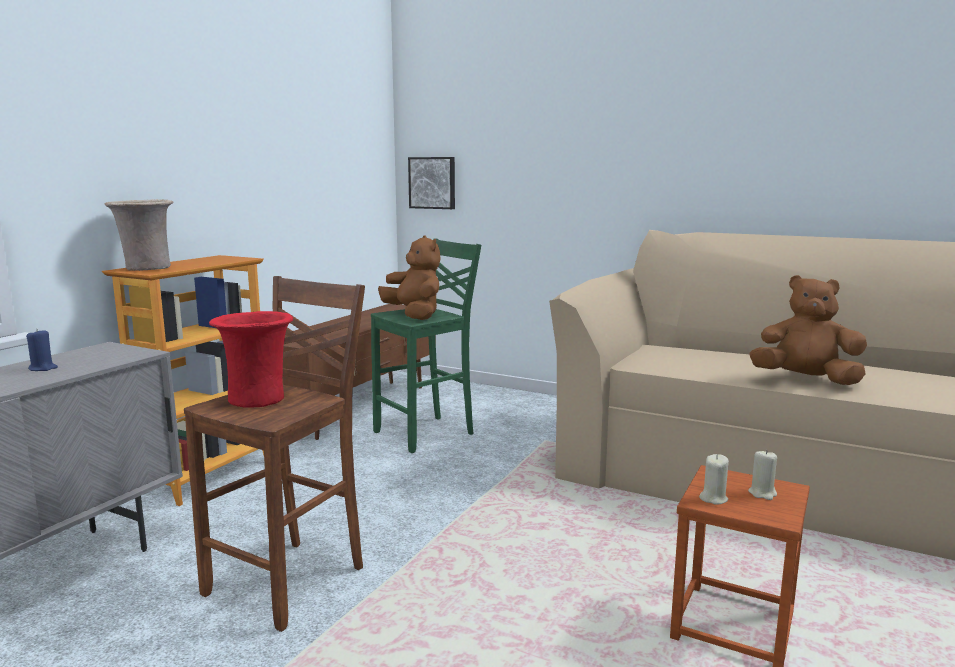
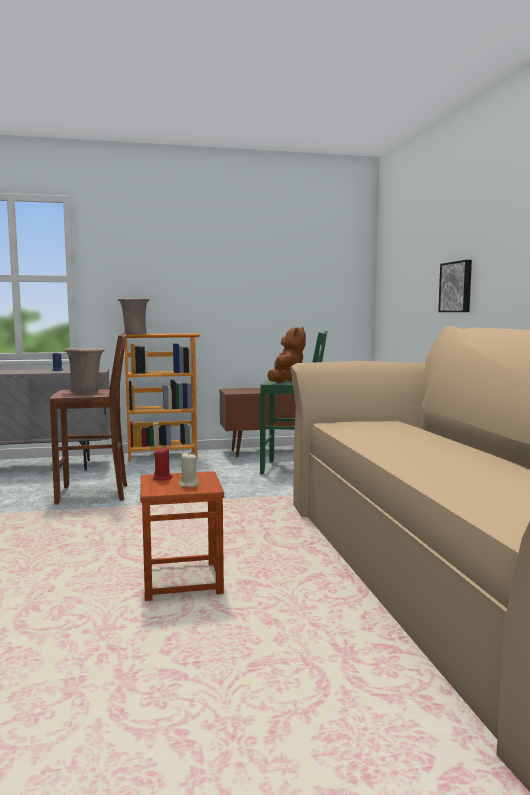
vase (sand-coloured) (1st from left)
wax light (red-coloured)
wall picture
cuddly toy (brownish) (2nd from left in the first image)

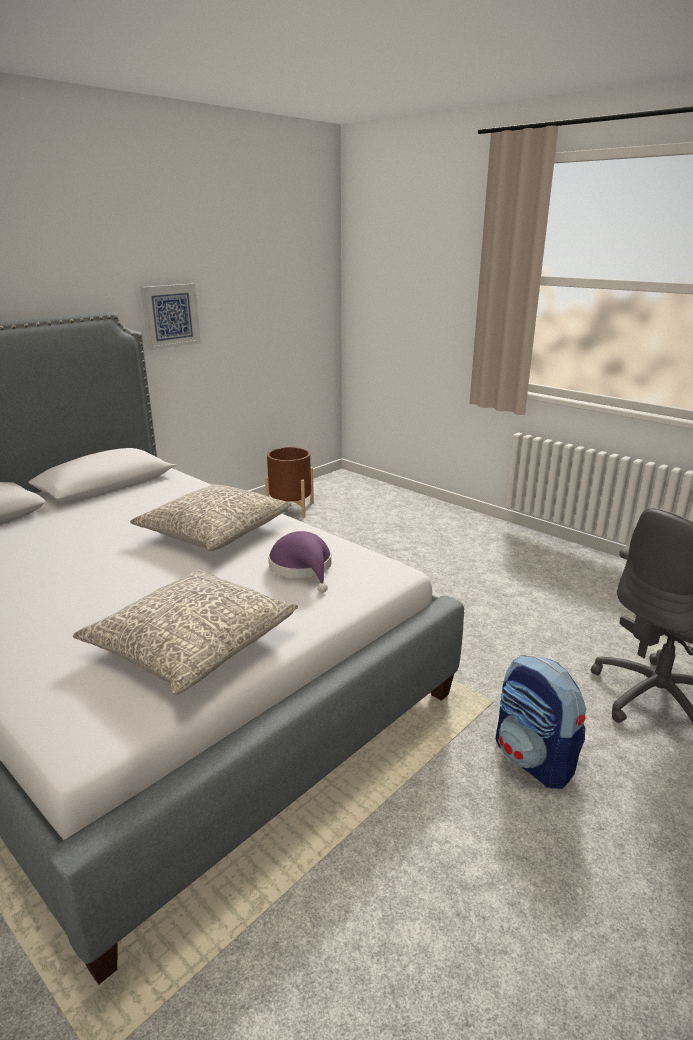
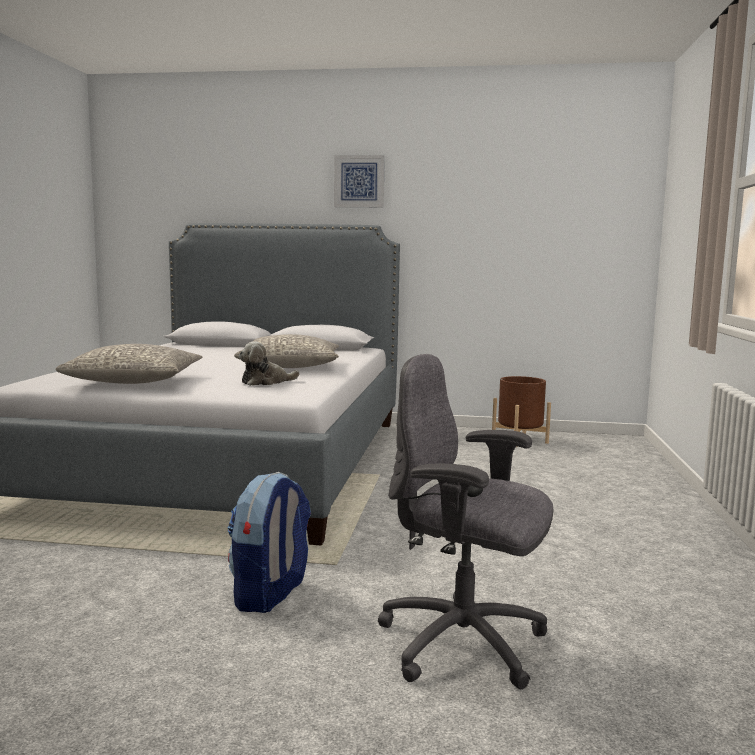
cuddly toy
wall picture

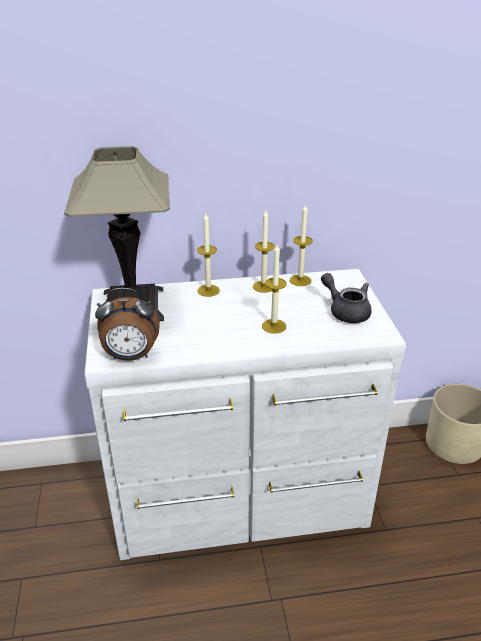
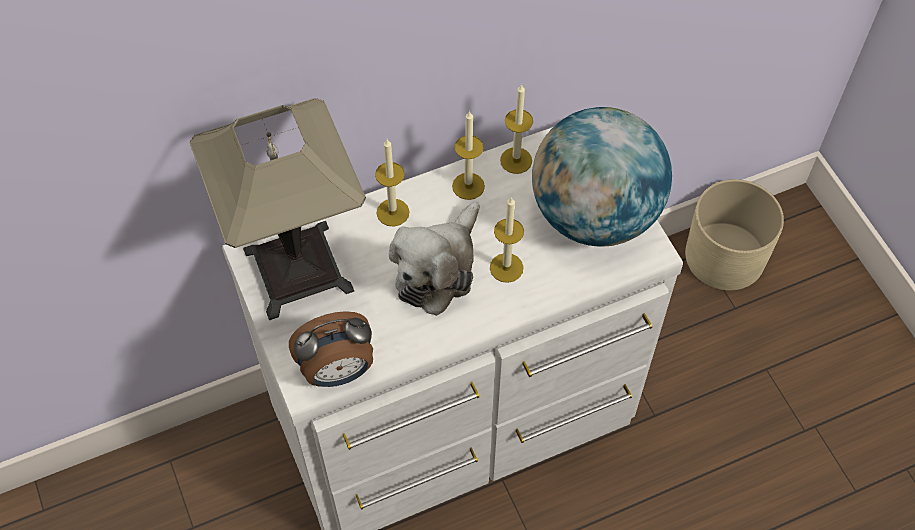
cuddly toy
desk globe

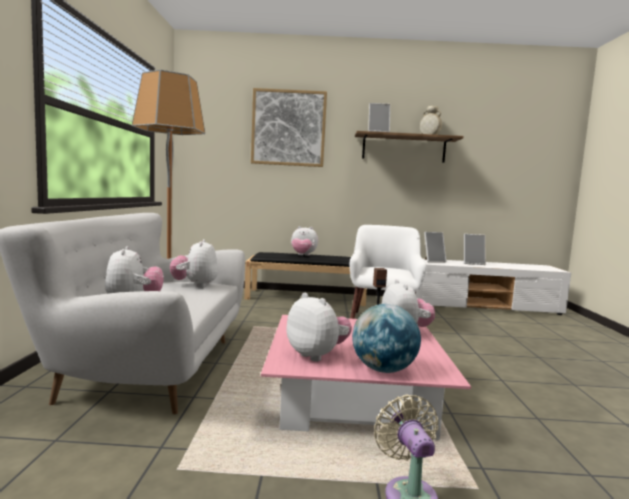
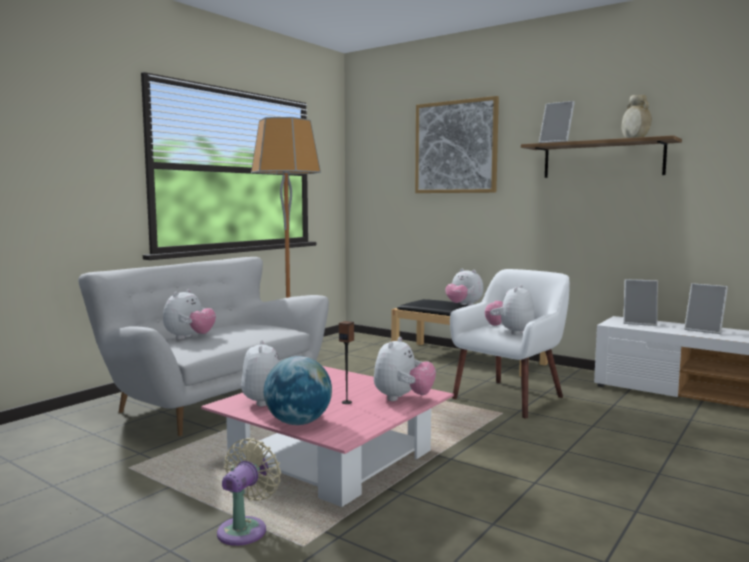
cuddly toy (5th from left)

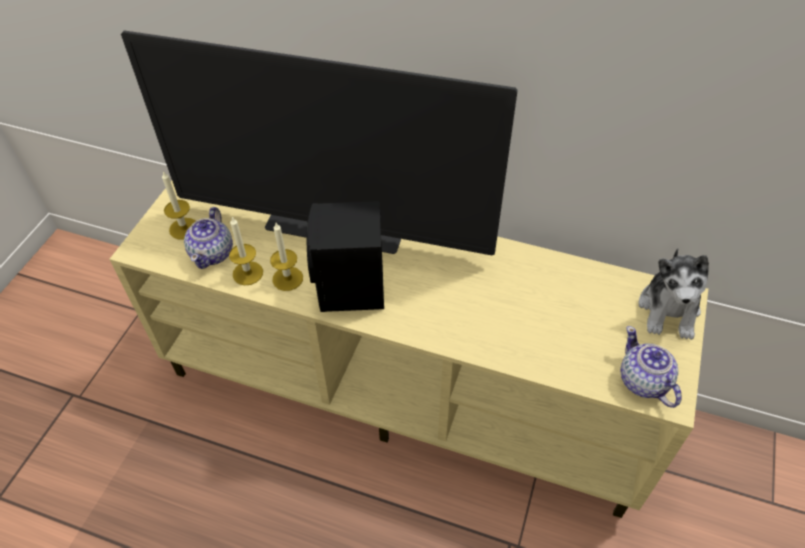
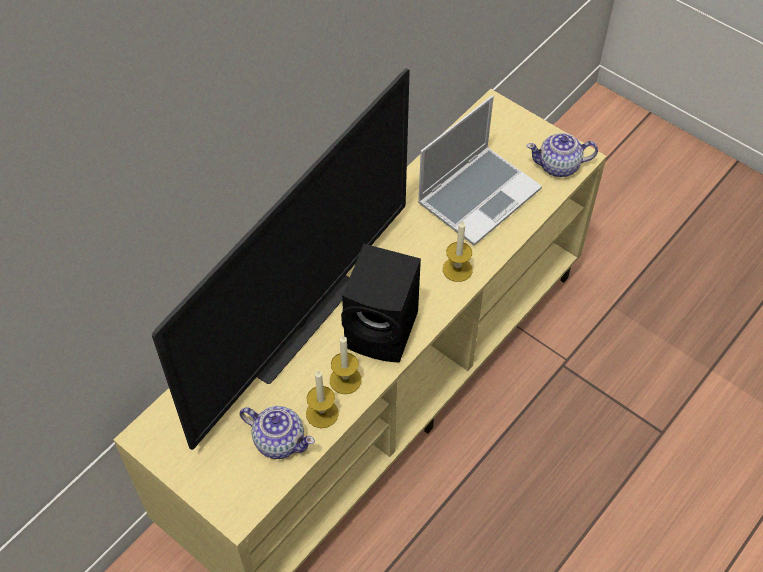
notebook computer
wax light (3rd from left)
cuddly toy

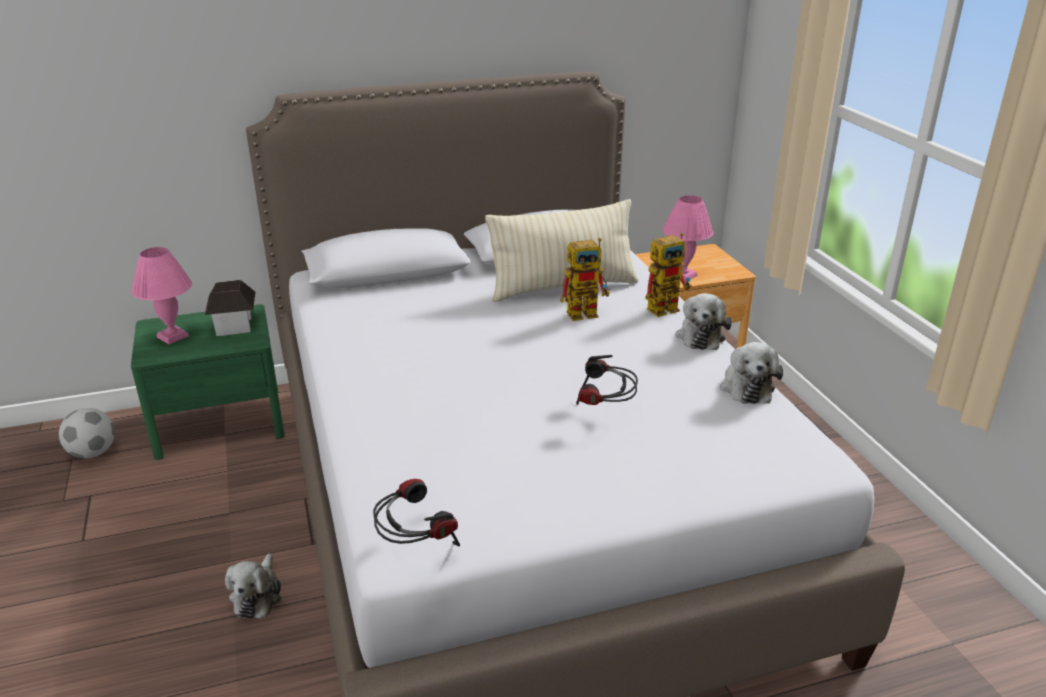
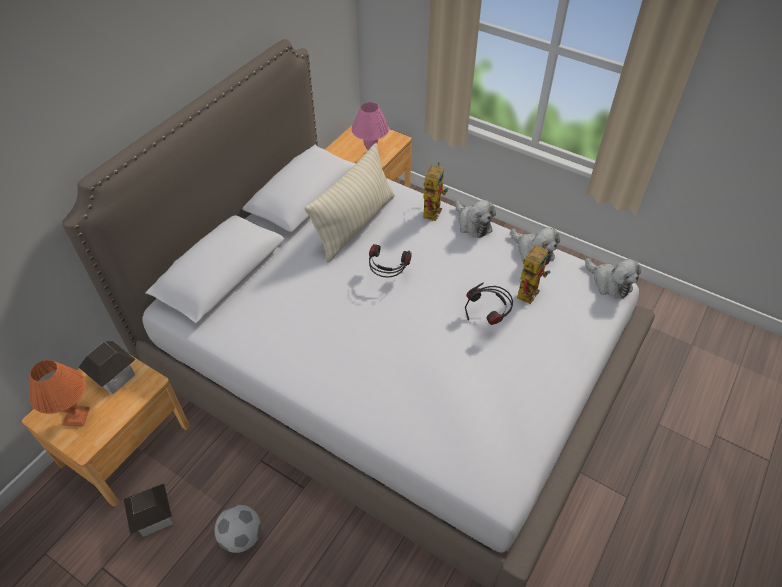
night table (brownish) (1st from left)
tabletop lamp (orange)
toy house (2nd from left)
ball for football
headphones (1st from left)
toy robot (2nd from left)
cuddly toy (3rd from left)

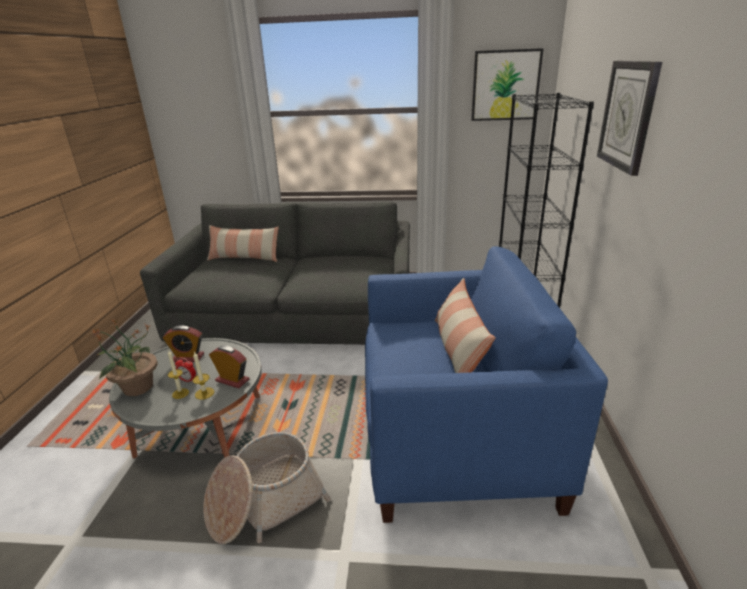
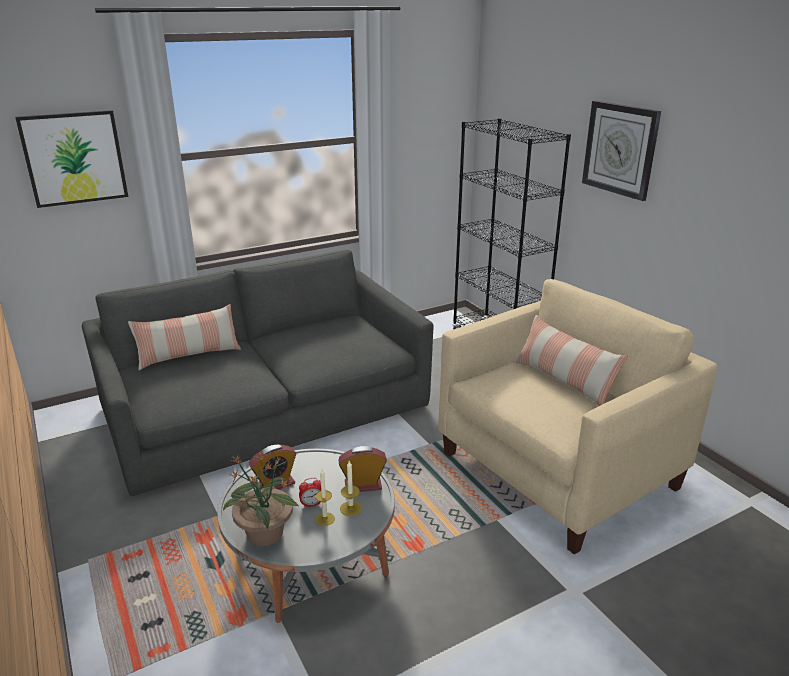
wall picture
lounge chair (sand-coloured)
household basket

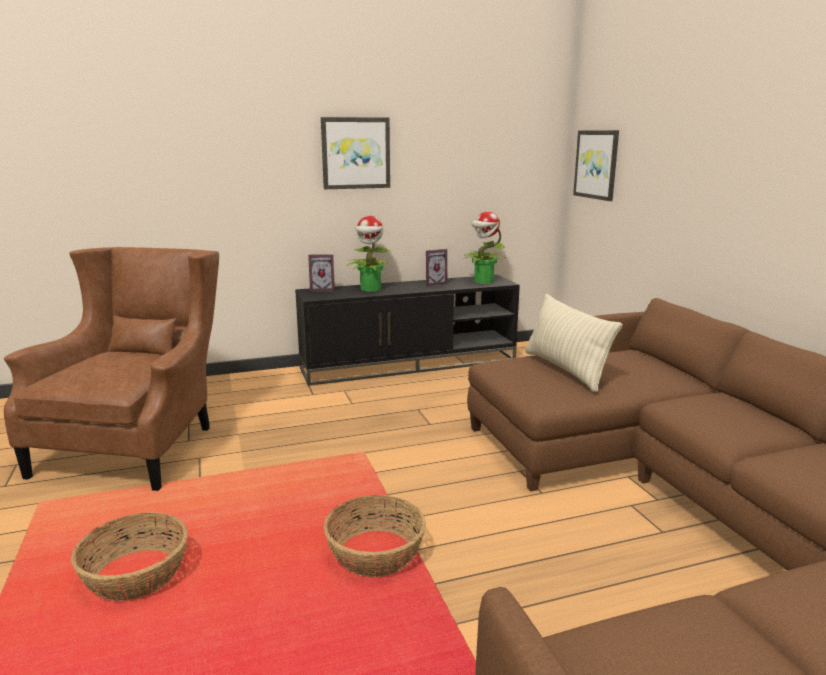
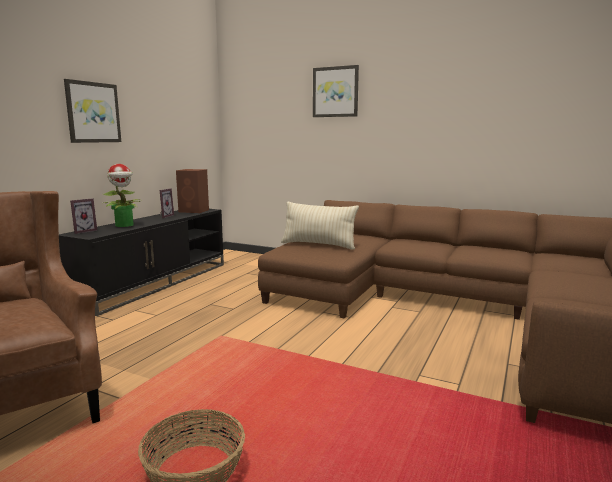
audio speaker (brownish)
wall picture (2nd from left)
household basket (2nd from left in the first image)

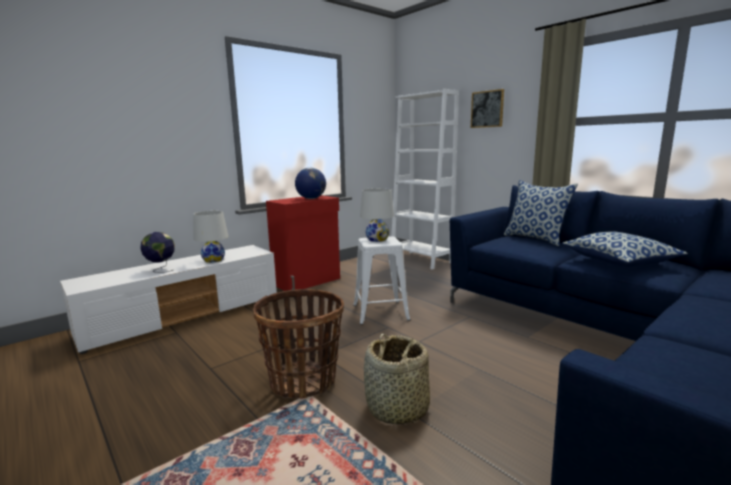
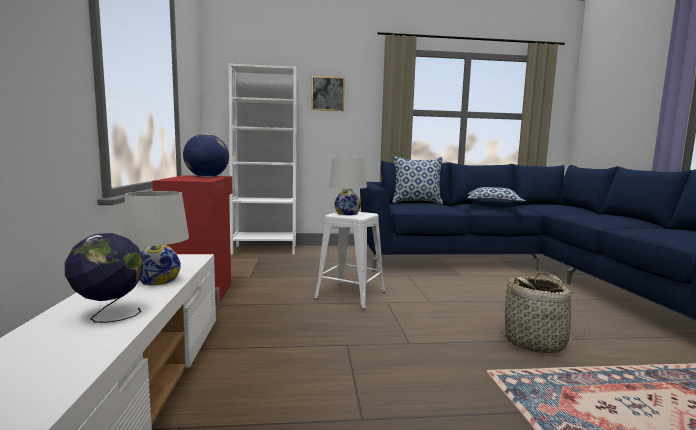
household basket (1st from left in the first image)

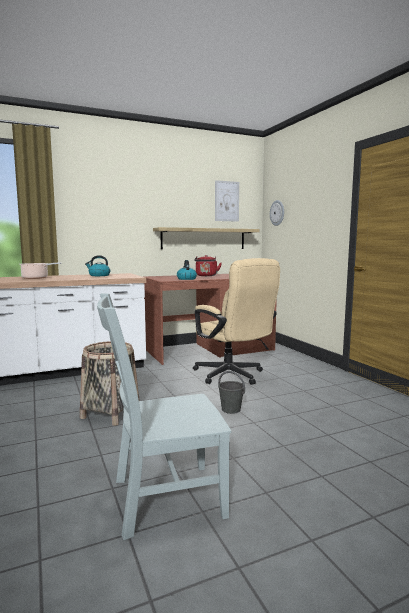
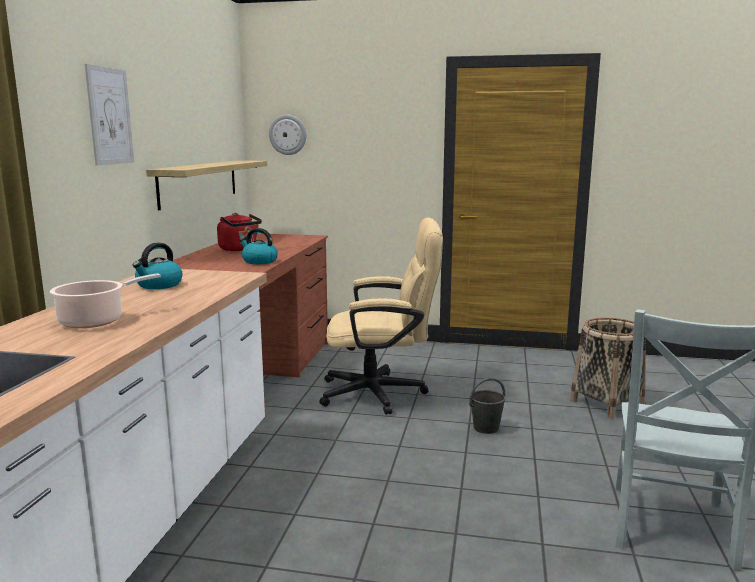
wall picture
household basket

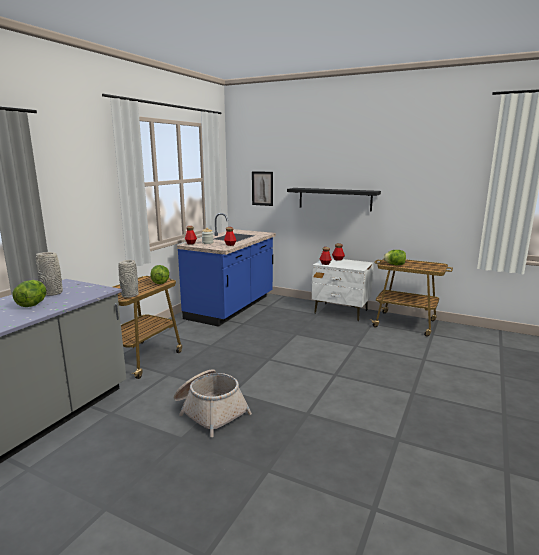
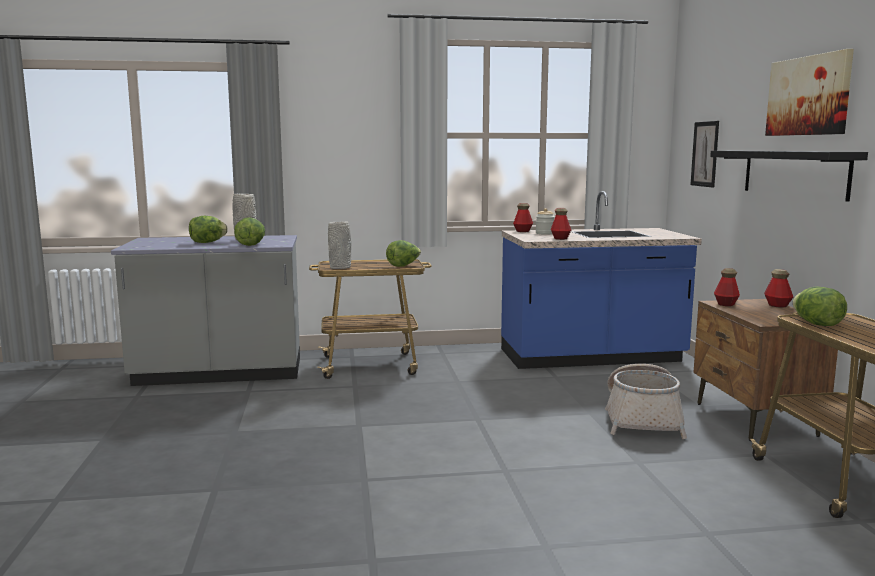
lettuce head (2nd from left)
household basket
night table (brownish)
wall picture (2nd from left)

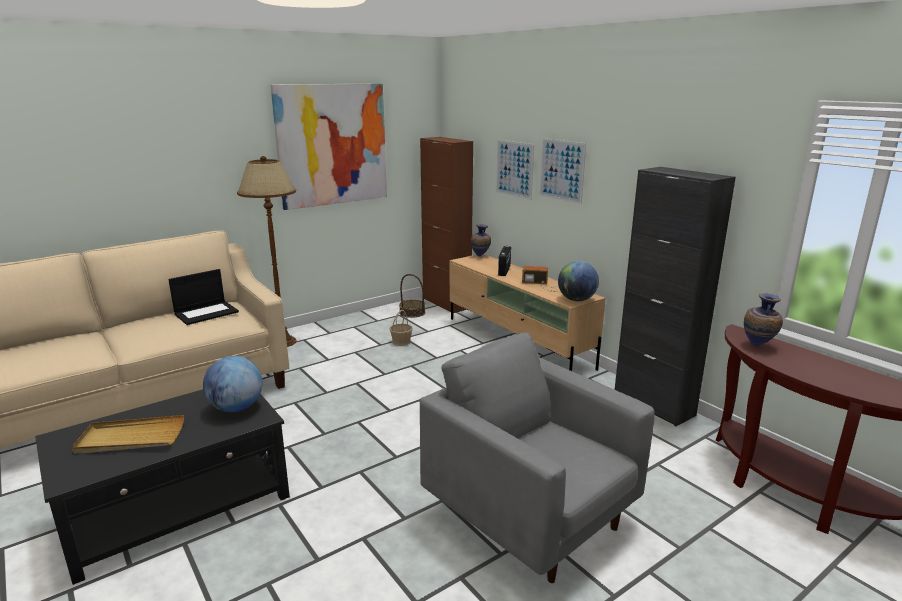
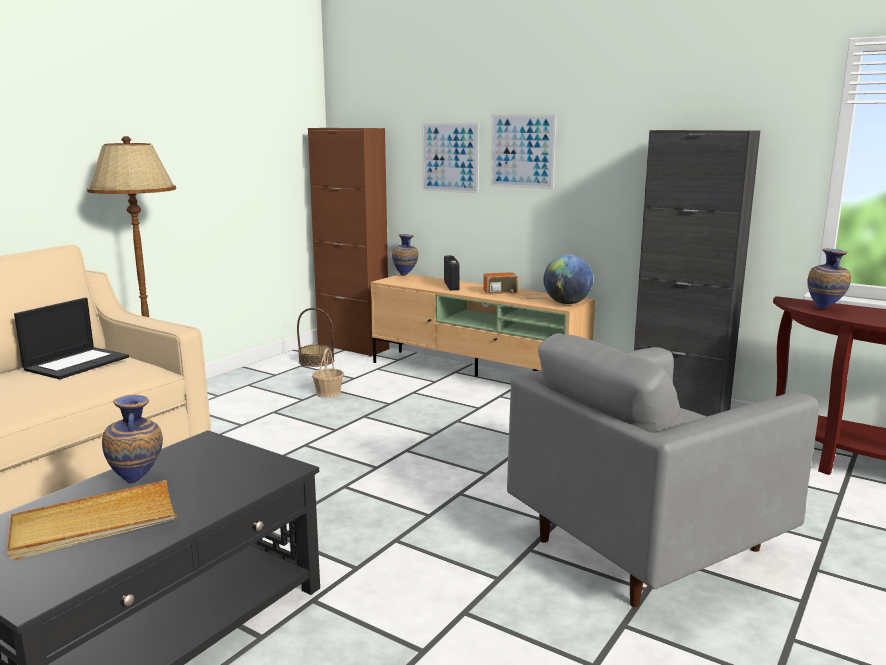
vase (1st from left)
lounge chair (grey)
desk globe (1st from left in the first image)
wall picture (1st from left in the first image)

